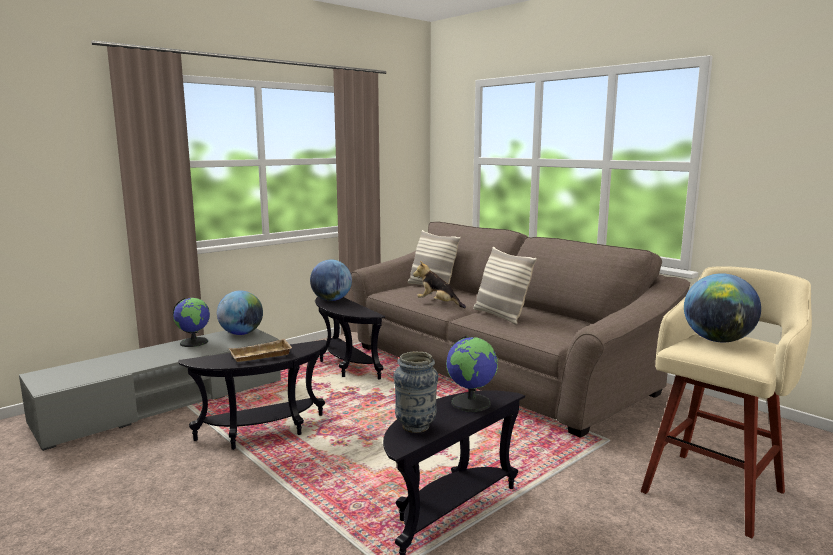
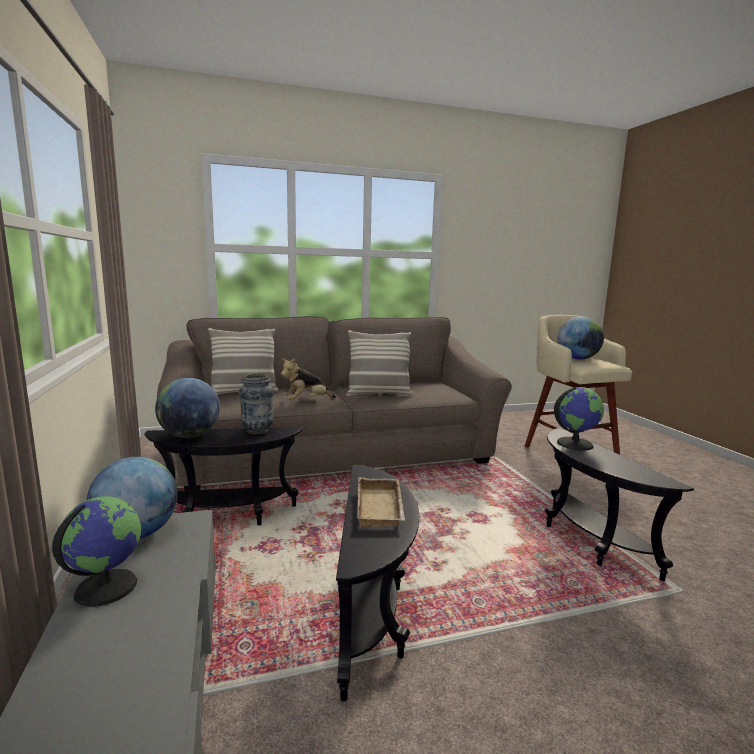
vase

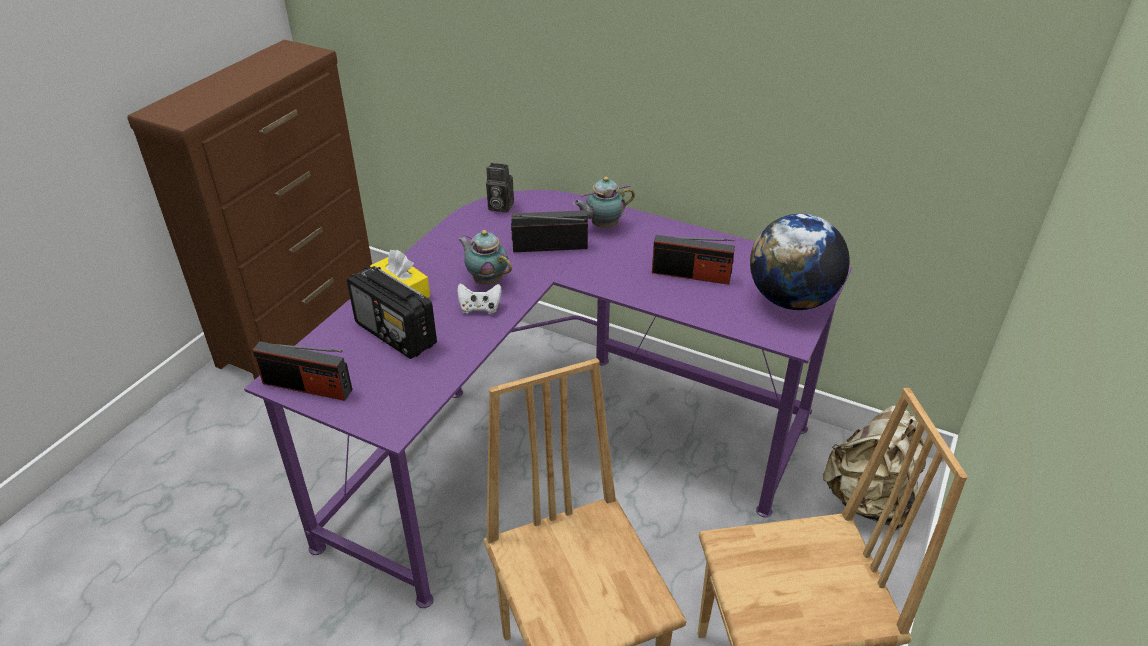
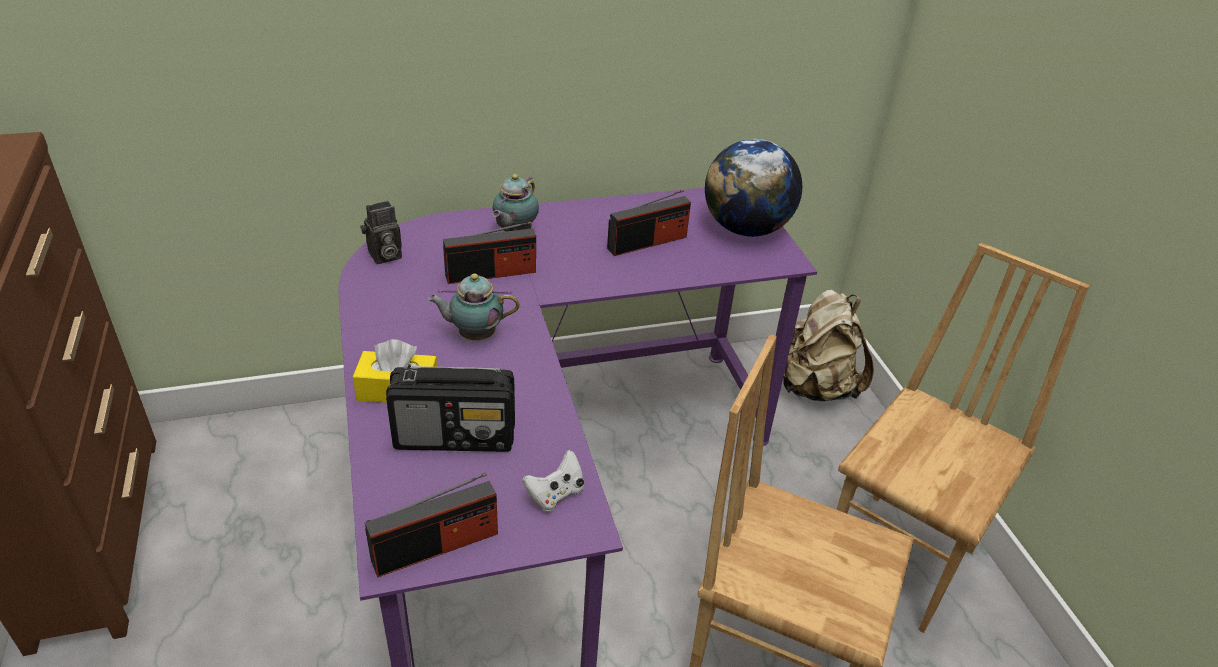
radio set (3rd from left)
joypad (white)

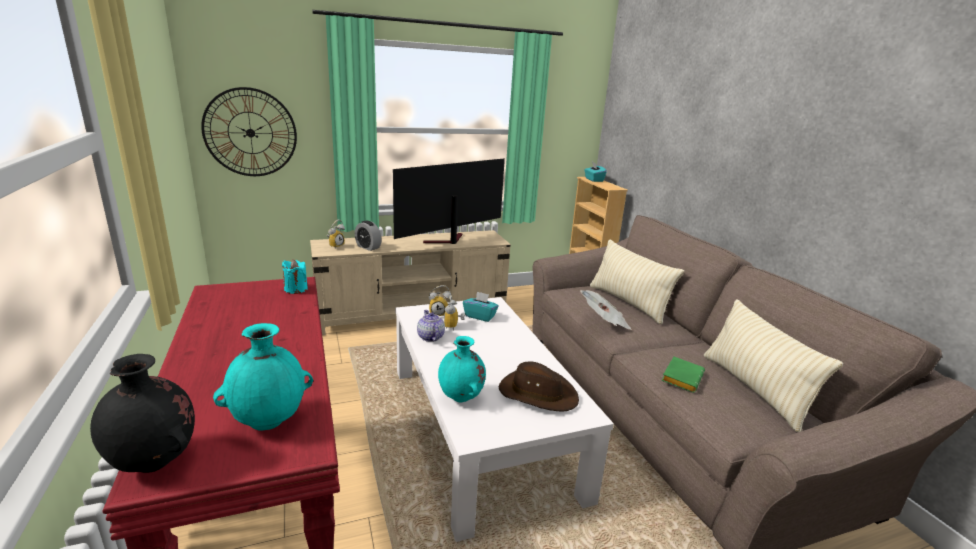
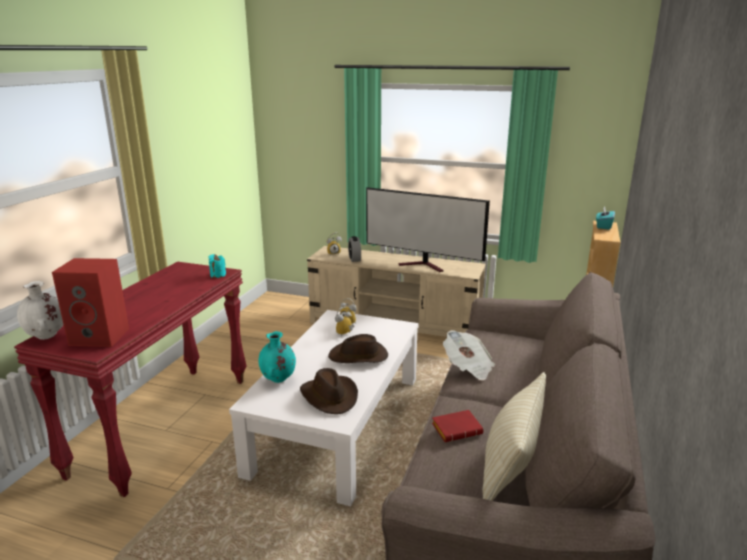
vase (white)
audio speaker (red-coloured)
wearable hat (brownish) (2nd from left)
TV
volume (red-coloured)
hanging clock
teapot
tissue holder (turquoise) (1st from left in the first image)
throw pillow (sand-coloured) (1st from left in the first image)

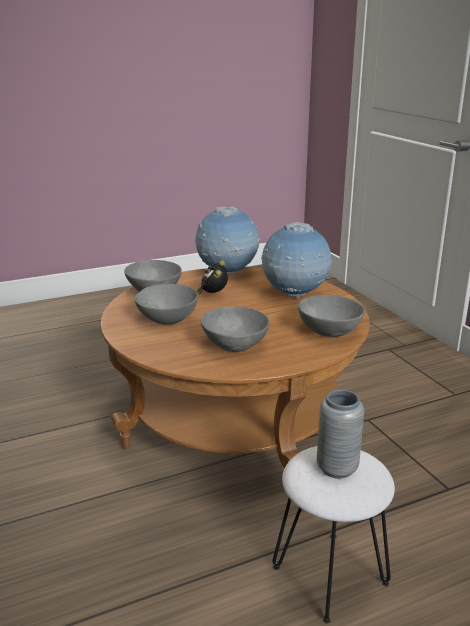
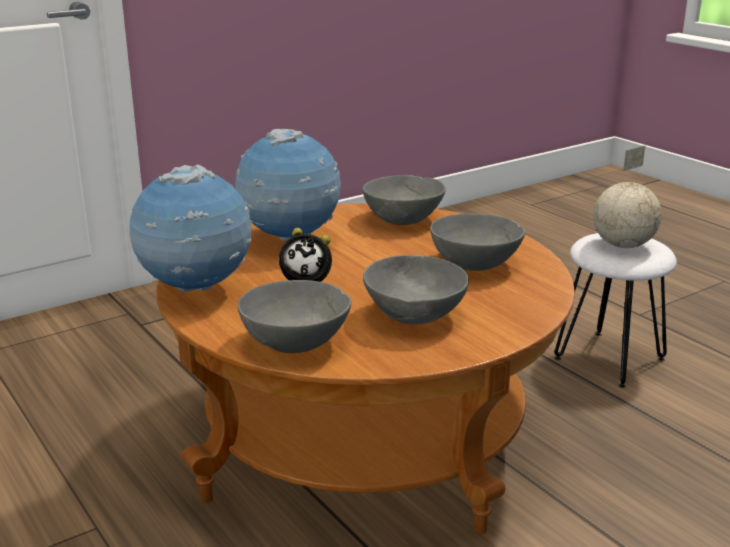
desk globe (3rd from left)

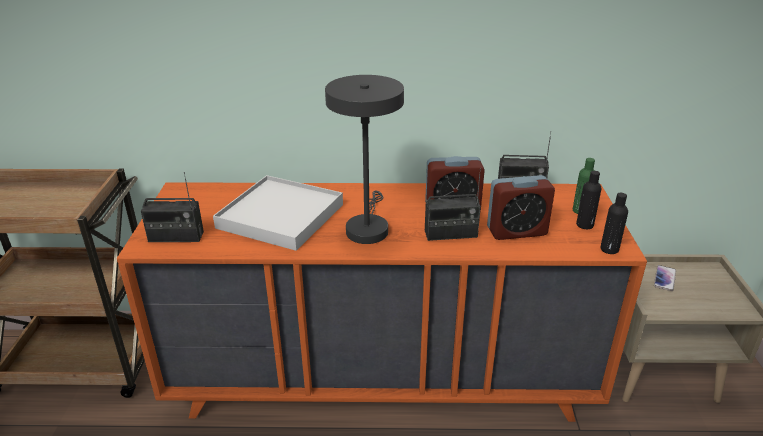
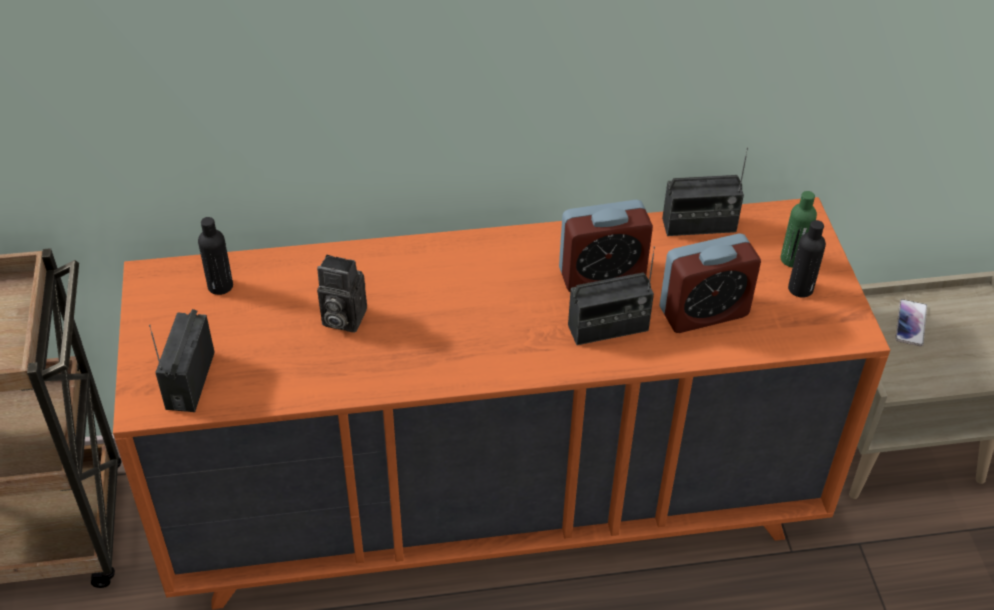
radio set (1st from left)
drink bottle (black) (1st from left)
still camera
tabletop lamp (grey)

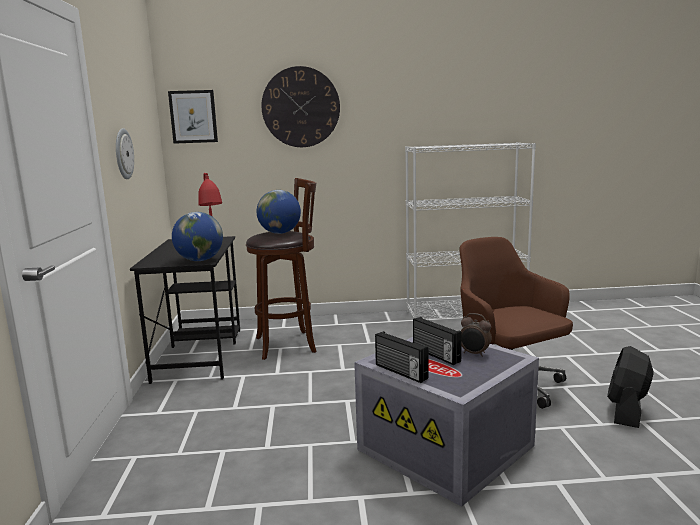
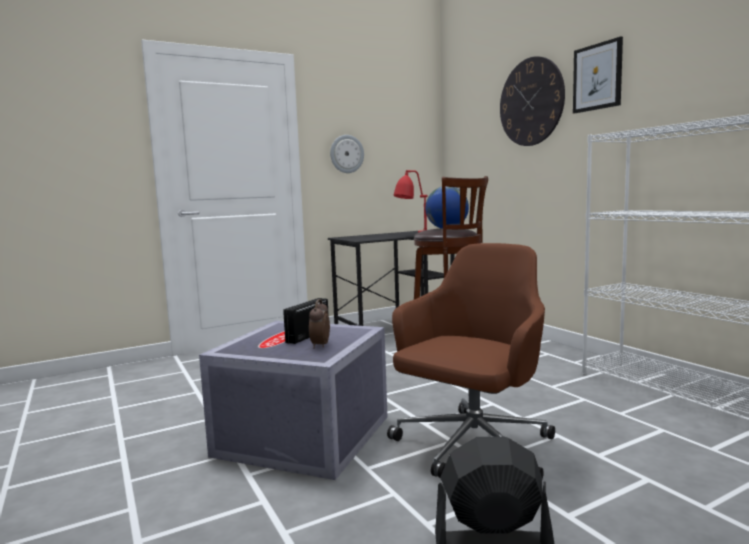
wall picture
desk globe (1st from left in the first image)
radio set (1st from left in the first image)

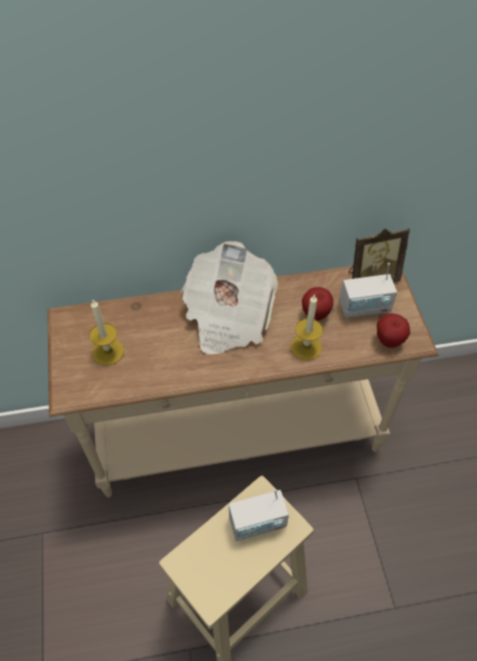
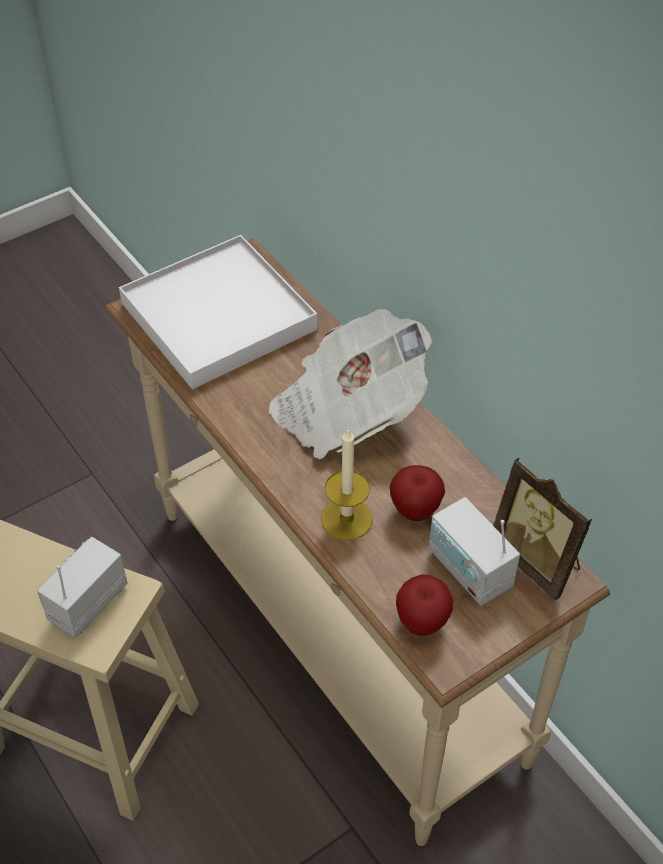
radio set (1st from left)
carrying tray (white)

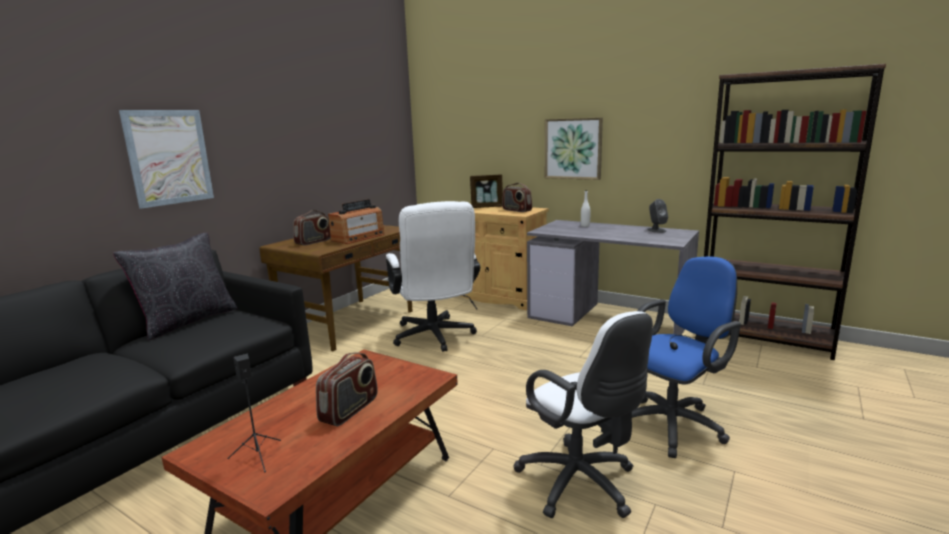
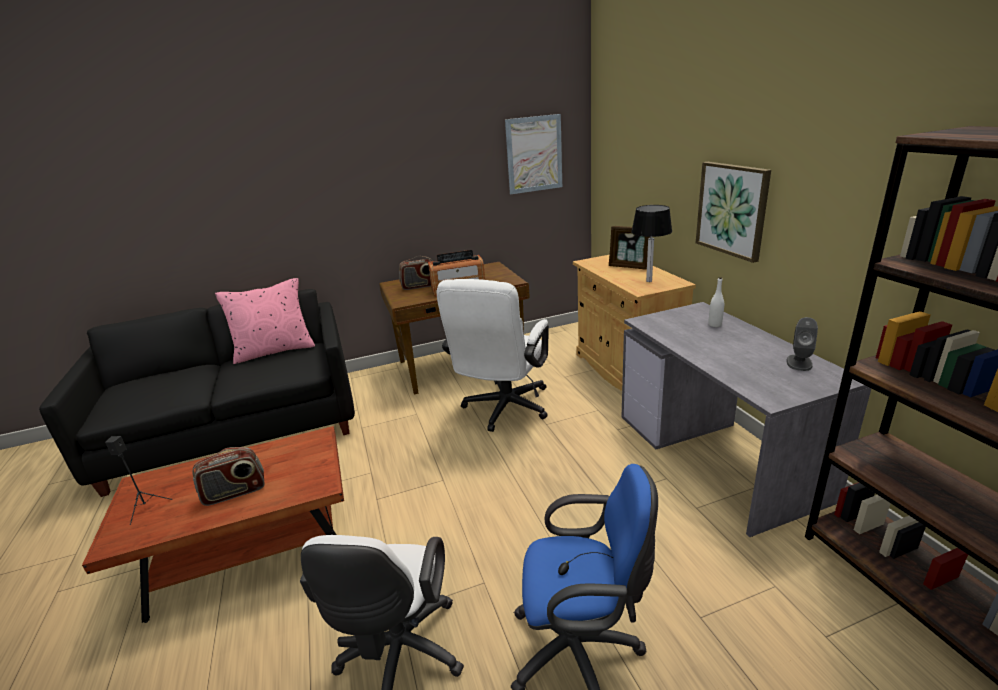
throw pillow (pink)
wall picture (1st from left)
tabletop lamp

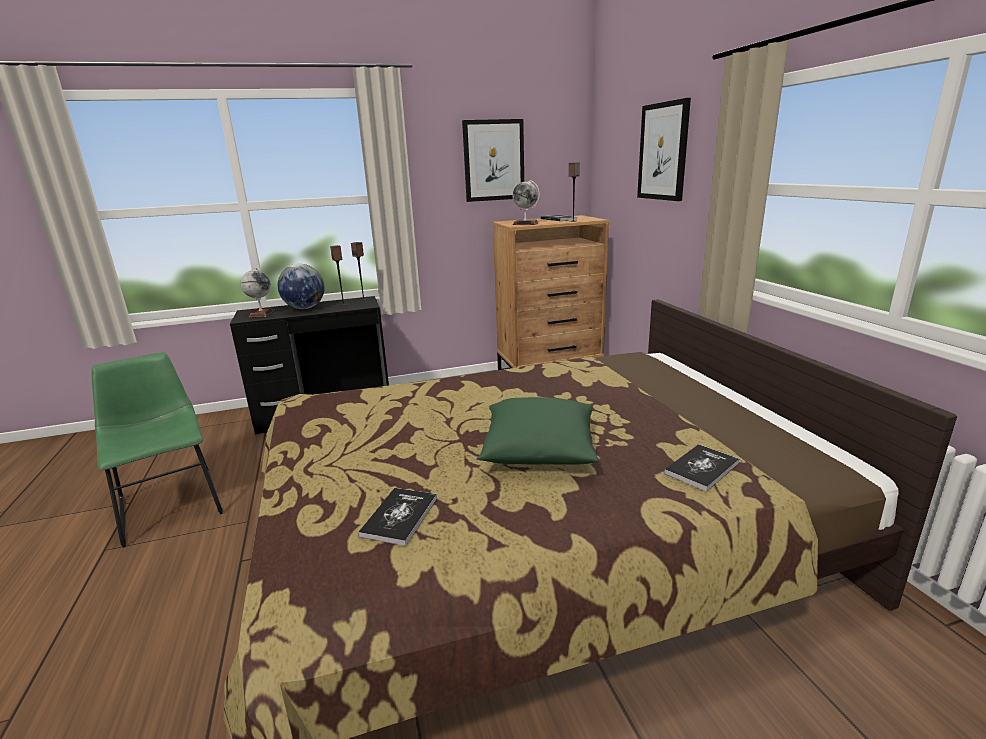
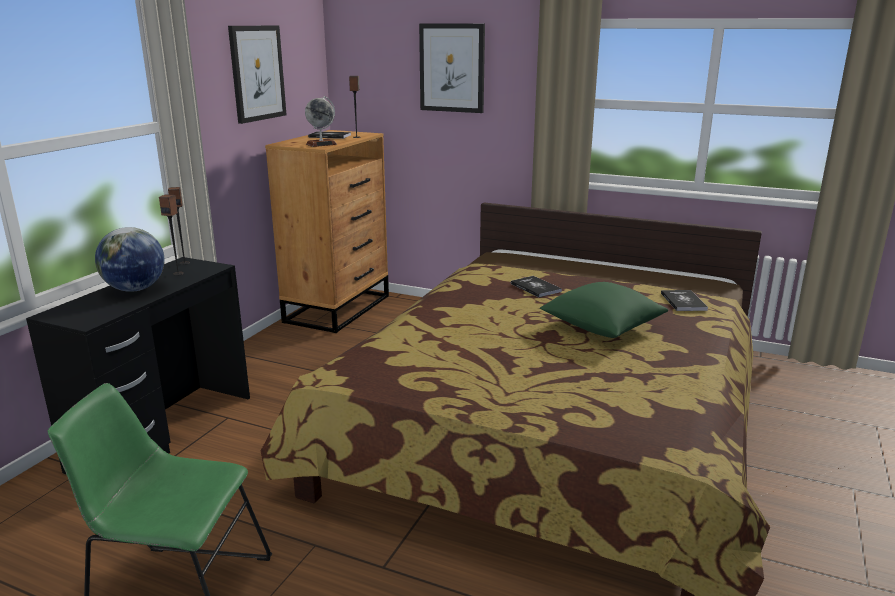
volume (2nd from left)
desk globe (1st from left in the first image)

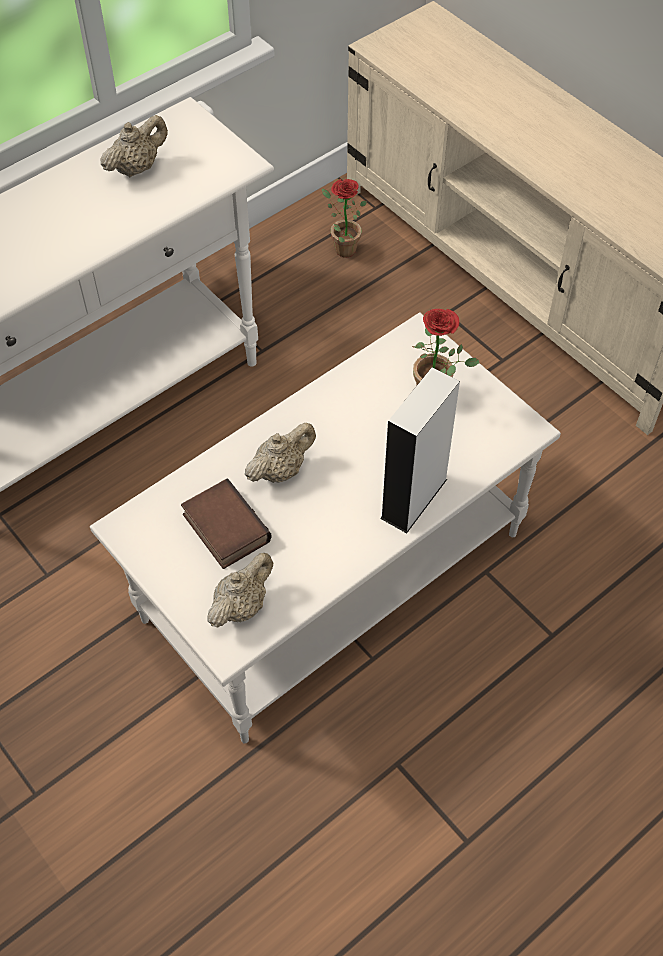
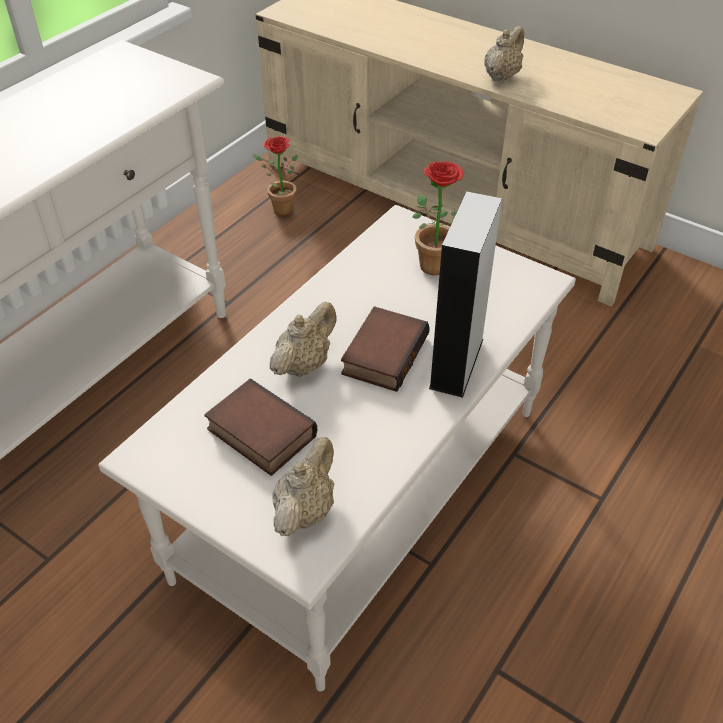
volume (2nd from left)
teapot (sand-coloured) (3rd from left)

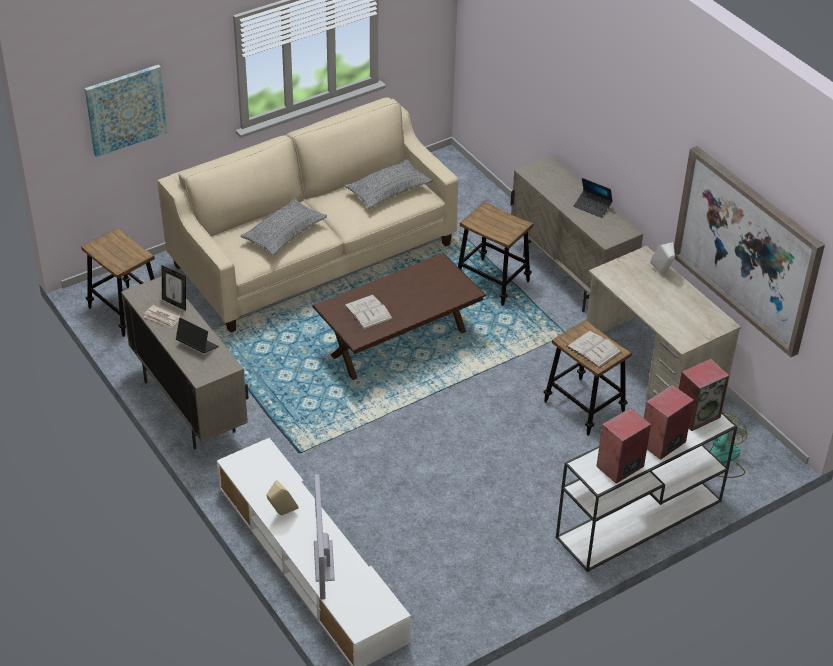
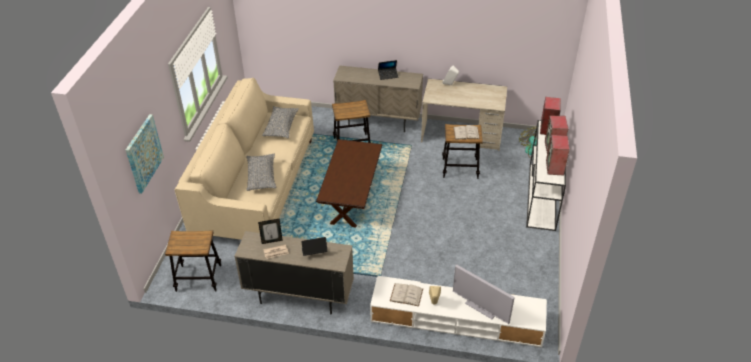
volume (white) (1st from left)
wall picture (2nd from left in the first image)

